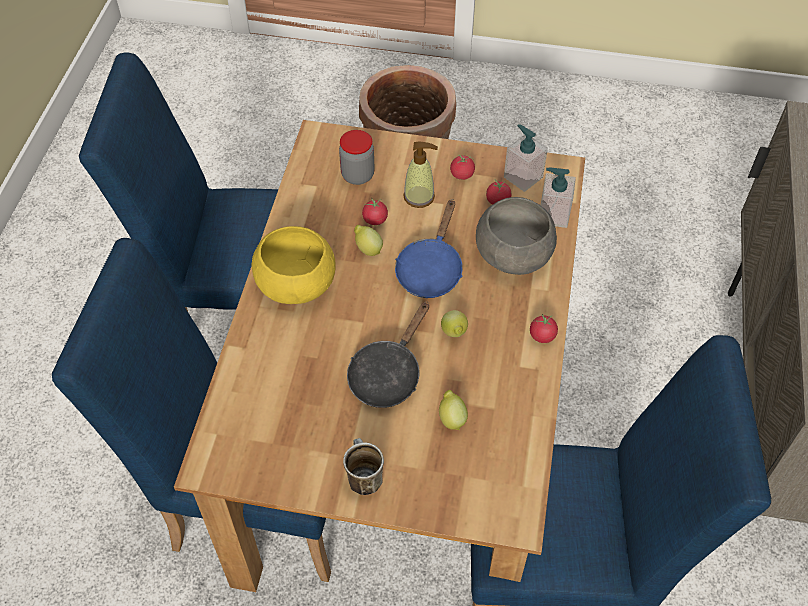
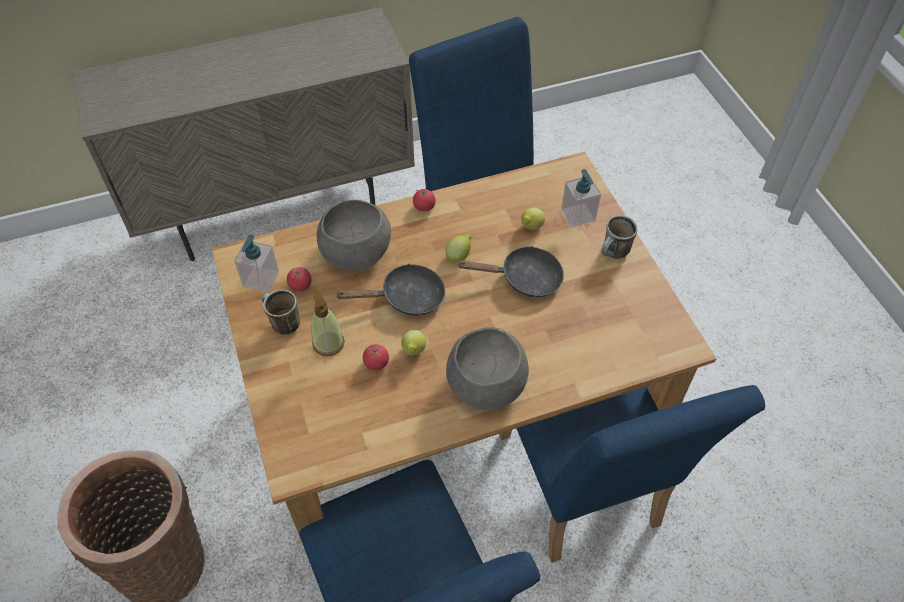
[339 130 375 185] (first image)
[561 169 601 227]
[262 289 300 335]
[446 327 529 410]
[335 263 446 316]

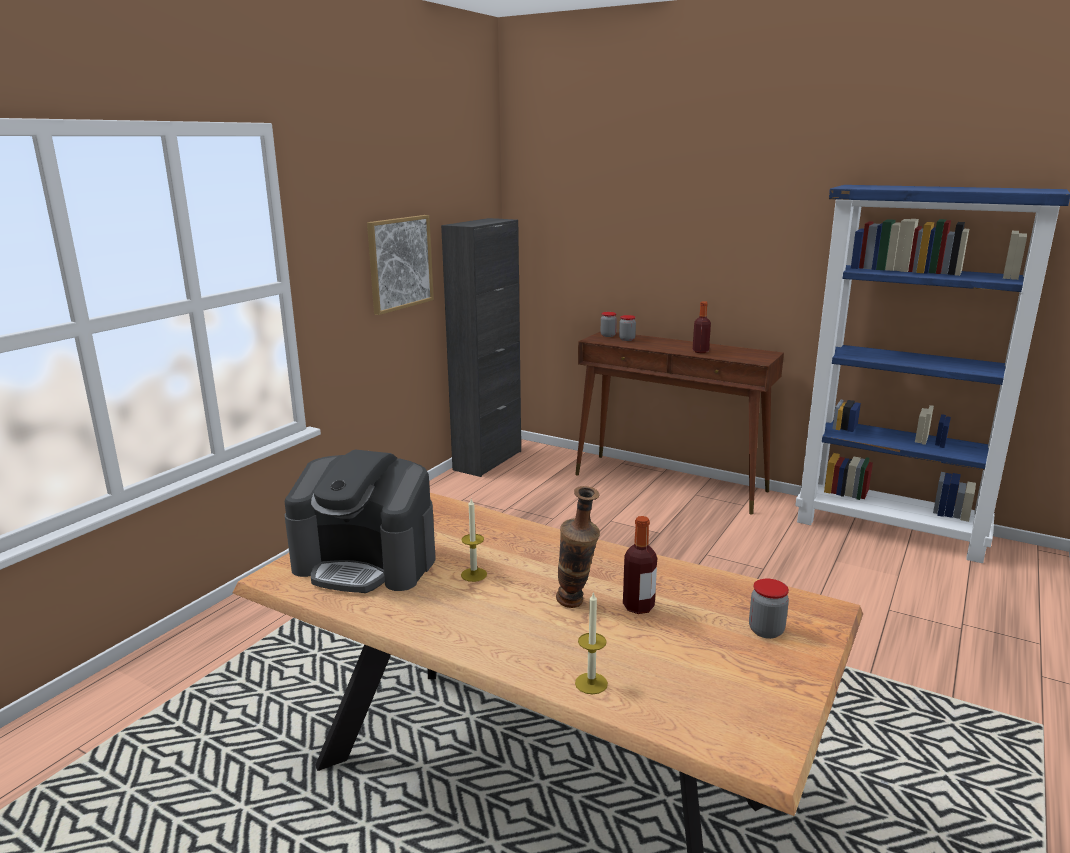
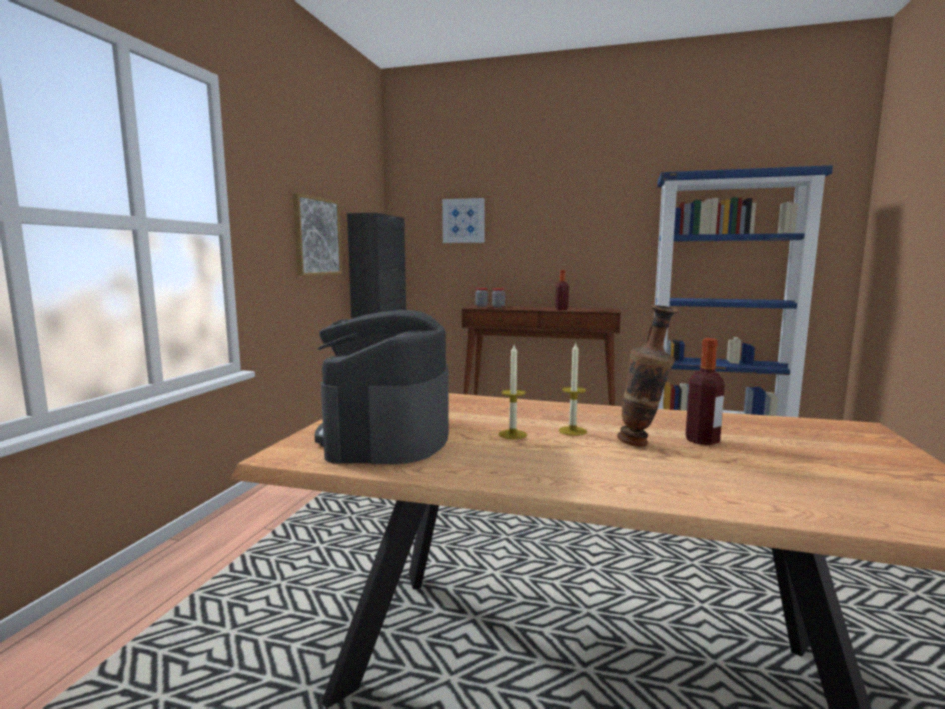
[749 579 789 639] (first image)
[442 198 485 243]
[559 343 587 436]
[315 310 449 464]

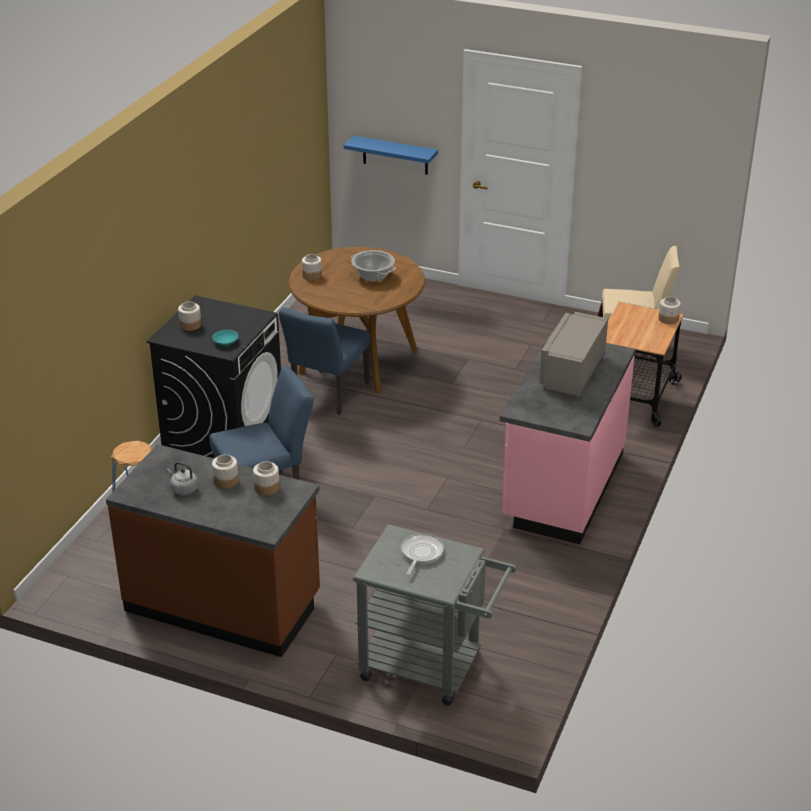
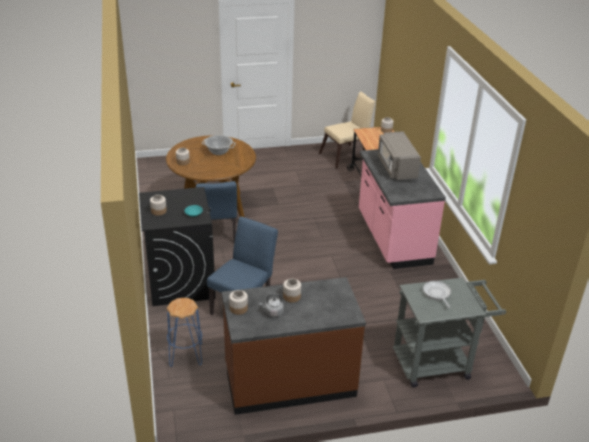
[344 136 438 175] (first image)
[229 290 248 315]

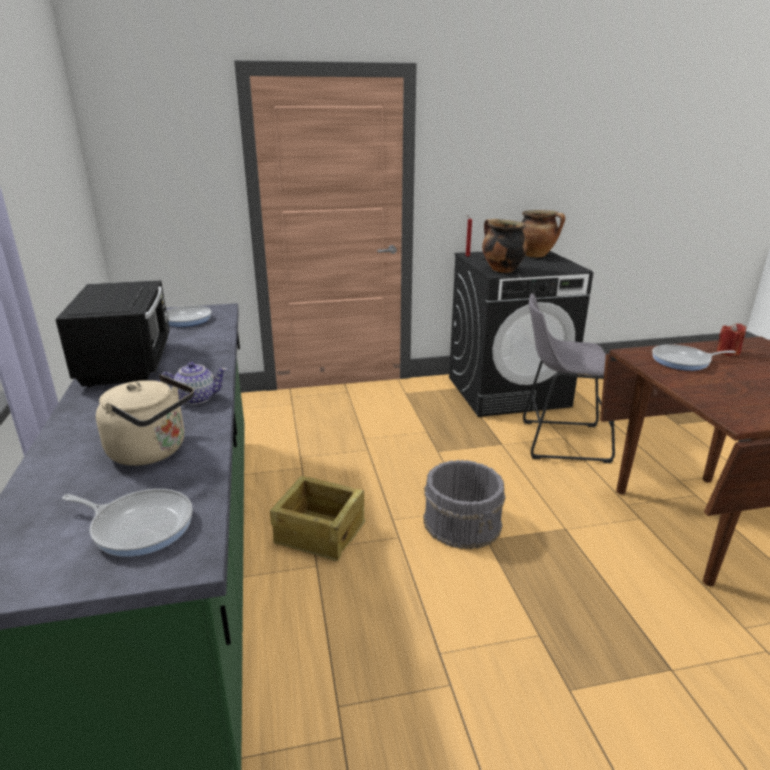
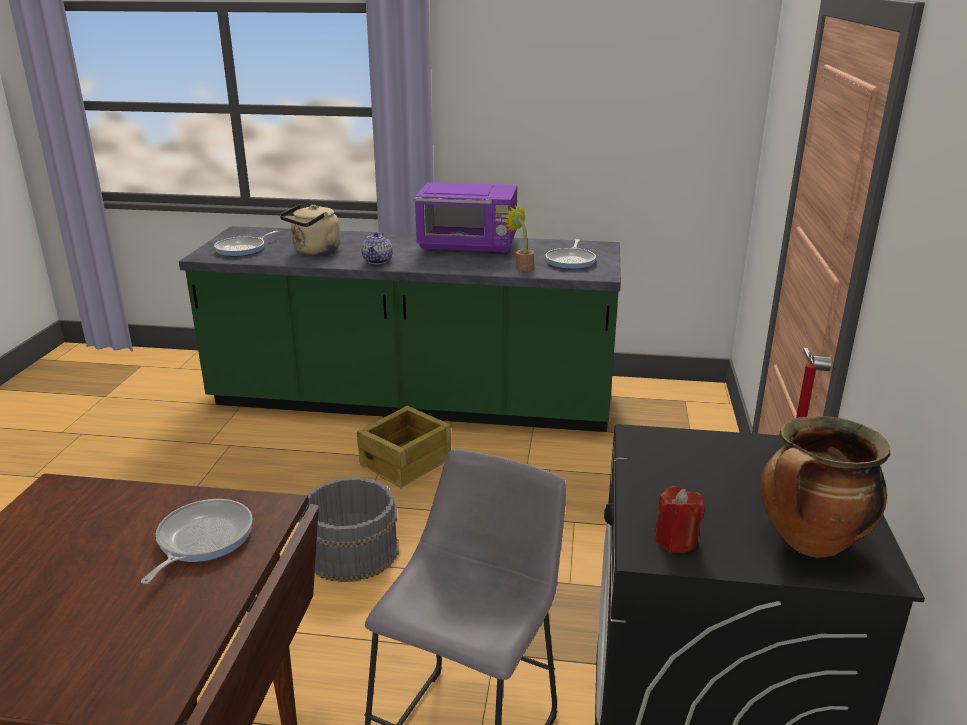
[482 219 527 273] (first image)
[503 205 534 271]
[655 486 705 553]
[414 182 517 253]

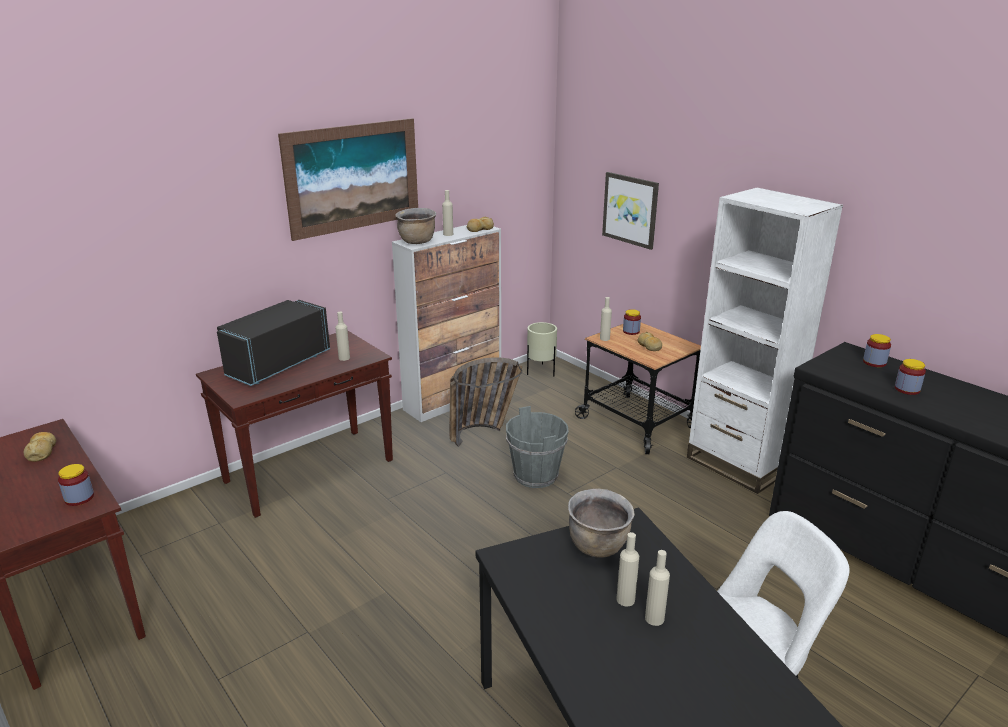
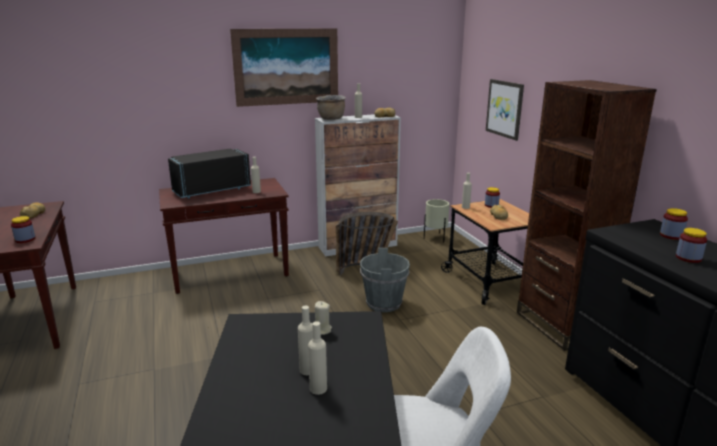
[315 301 332 335]
[517 80 657 351]

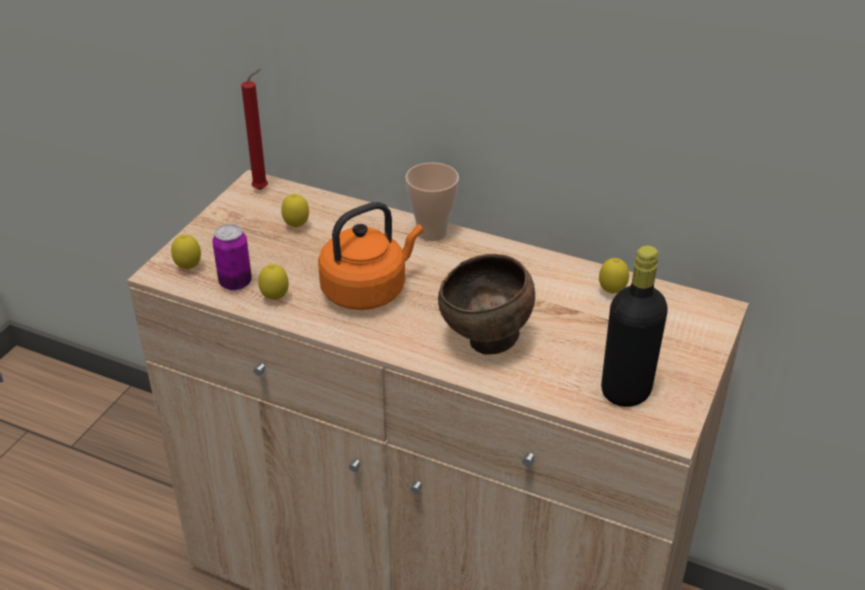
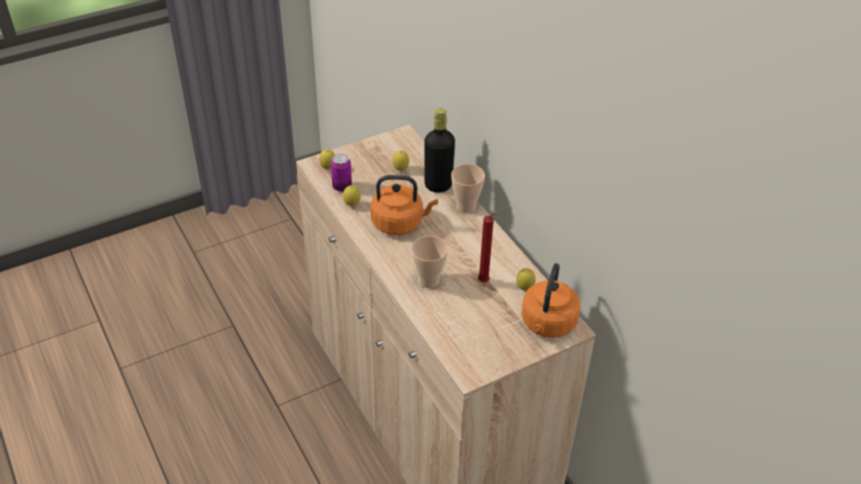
[521 263 580 338]
[478 212 500 282]
[424 109 455 193]
[411 236 448 288]

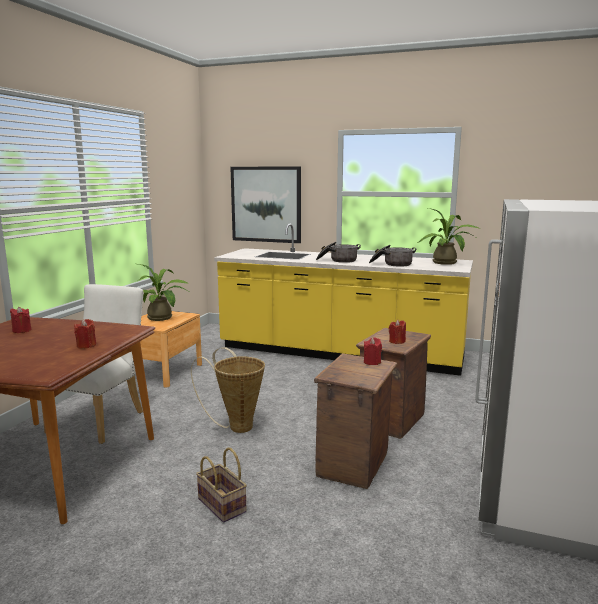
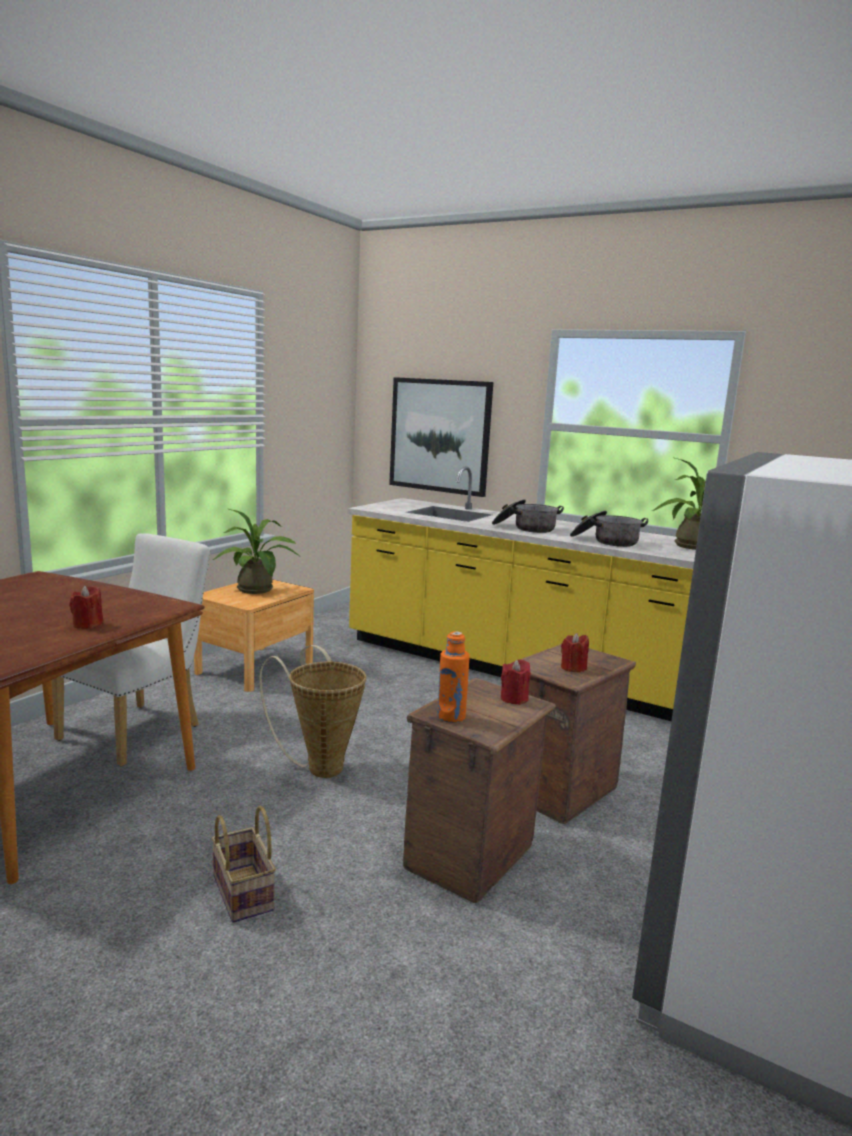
[10 307 31 333] (first image)
[437 631 470 723]

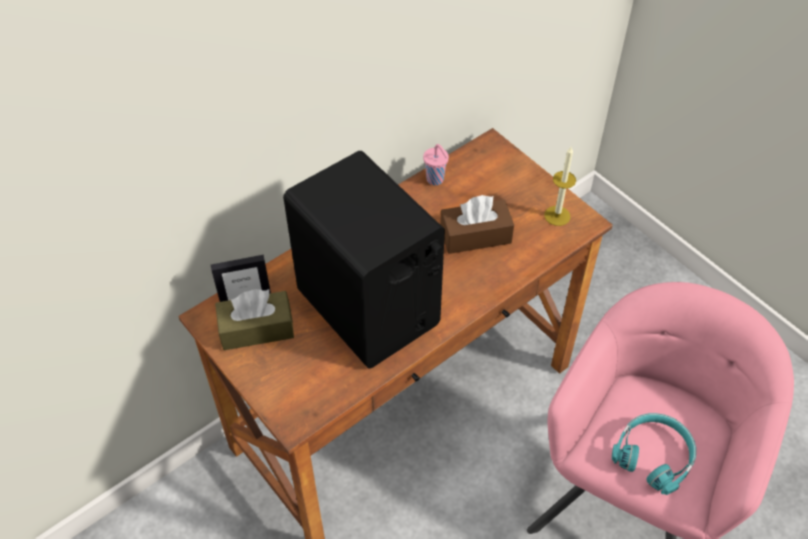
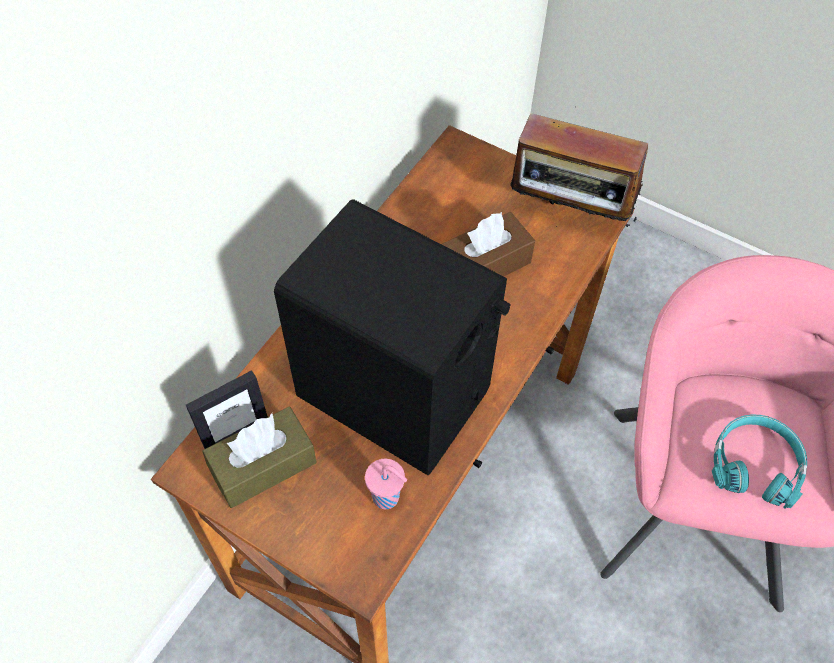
[365 459 407 509]
[510 113 648 227]

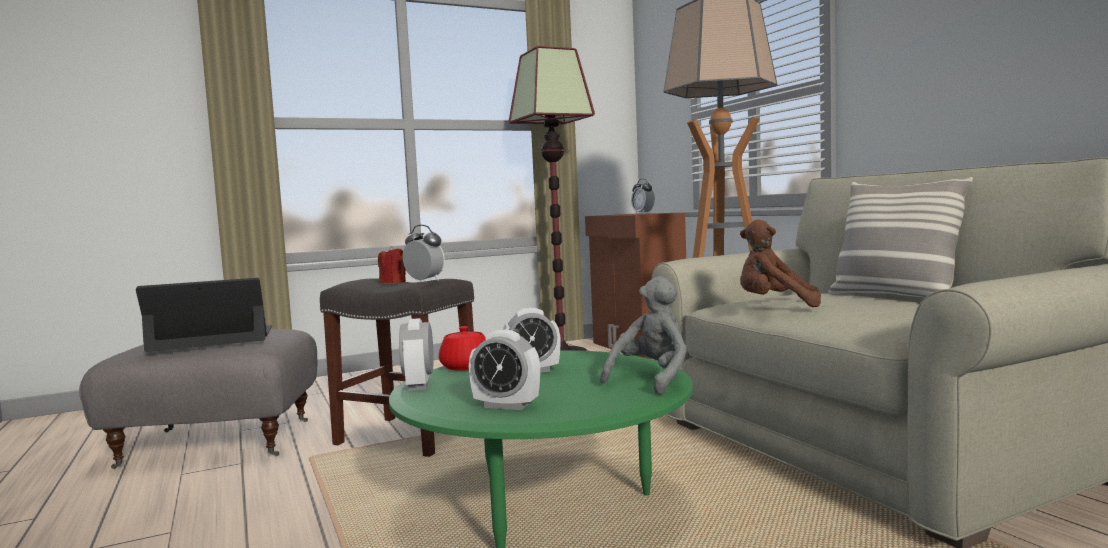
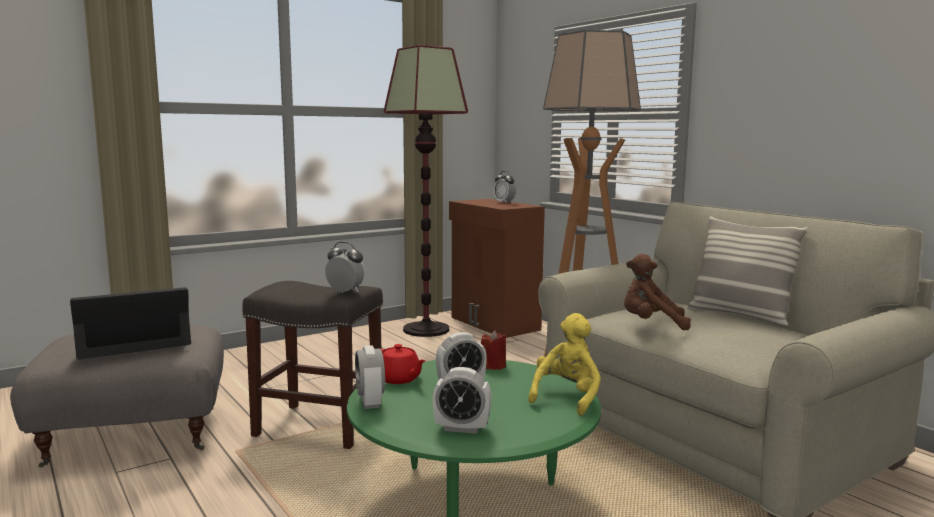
[481 330 506 370]
[528 313 601 416]

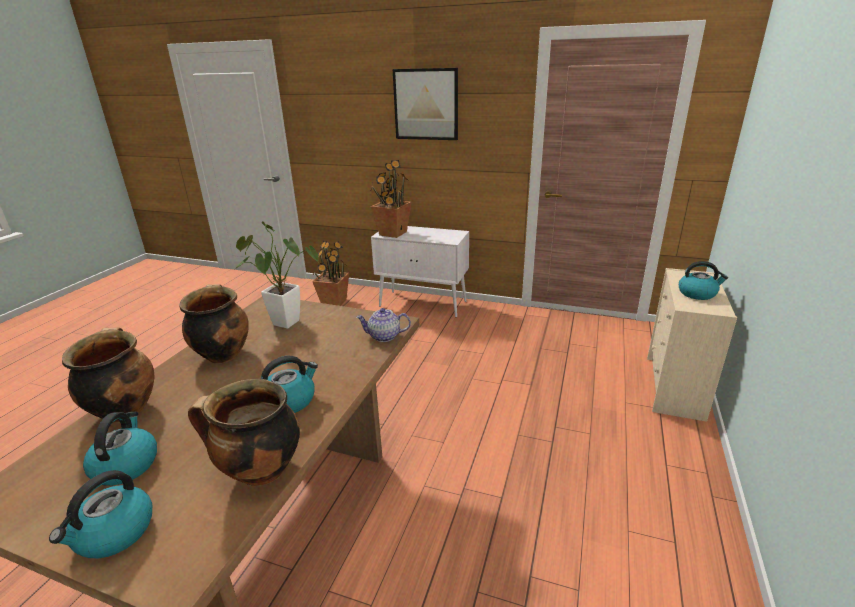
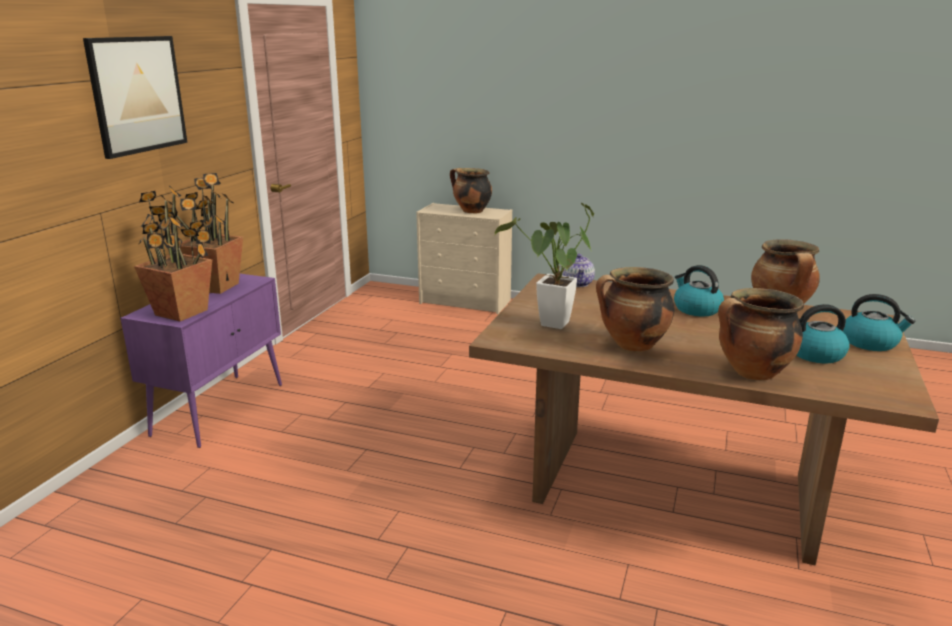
[176 173 243 294]
[450 168 492 213]
[121 274 282 448]

